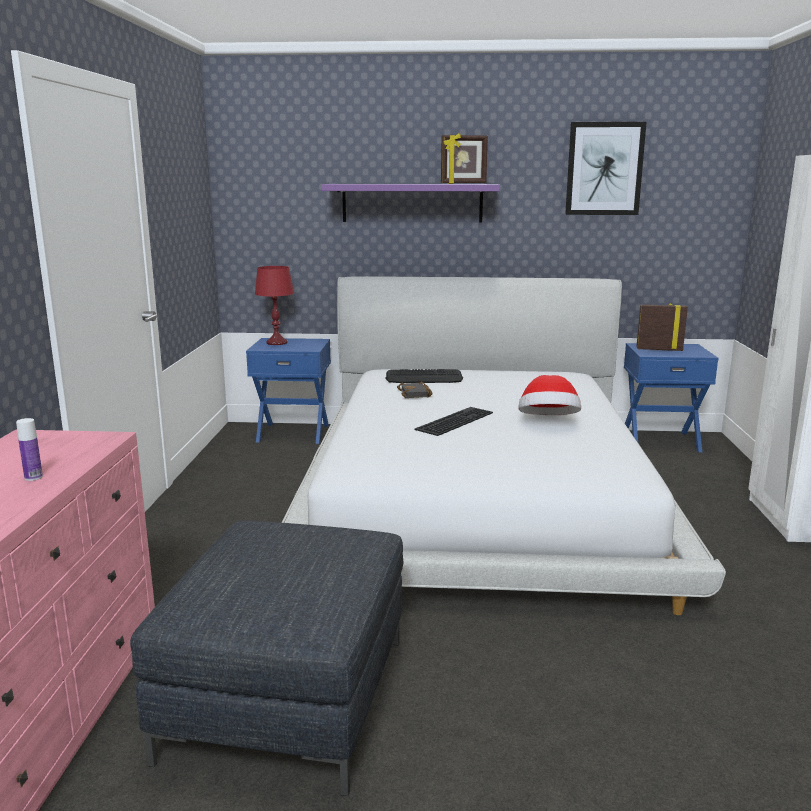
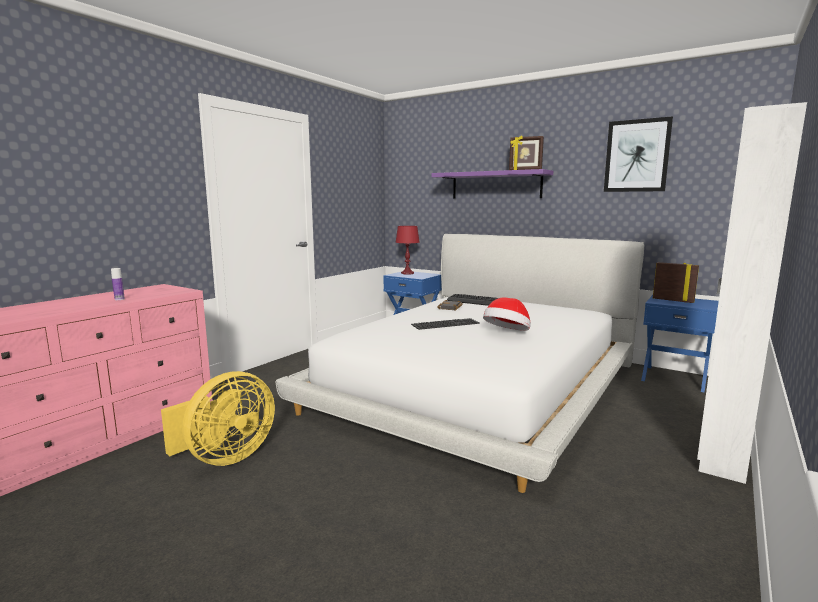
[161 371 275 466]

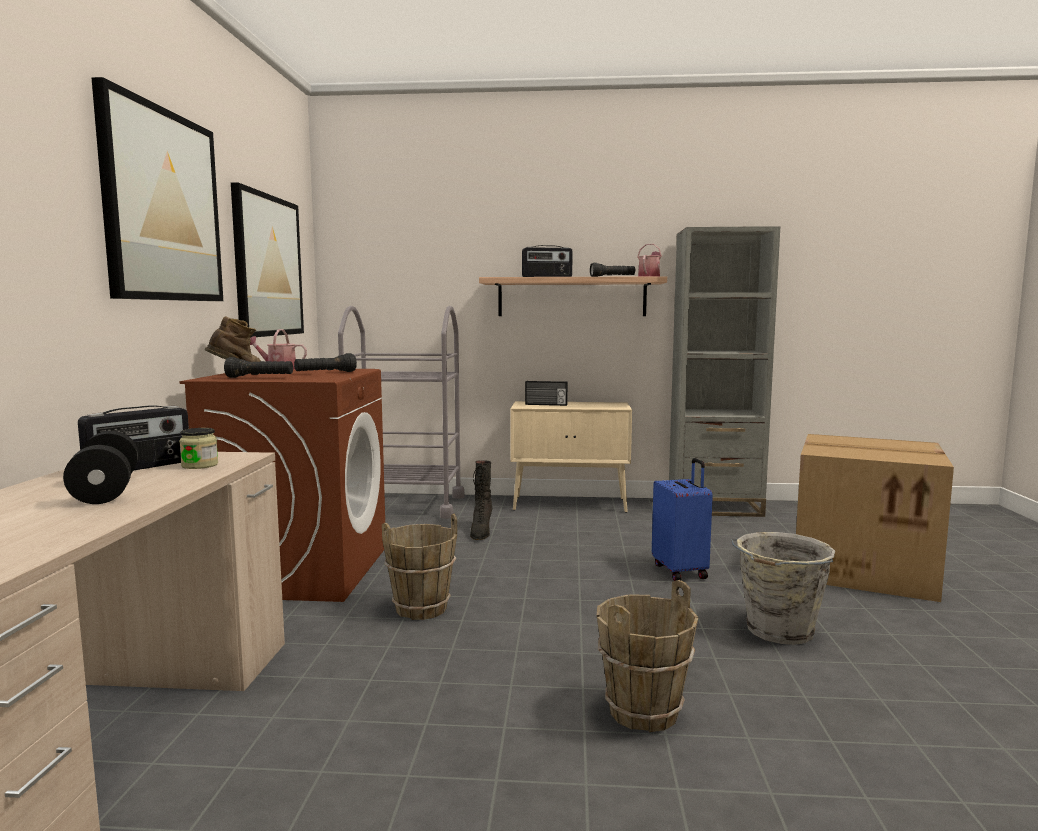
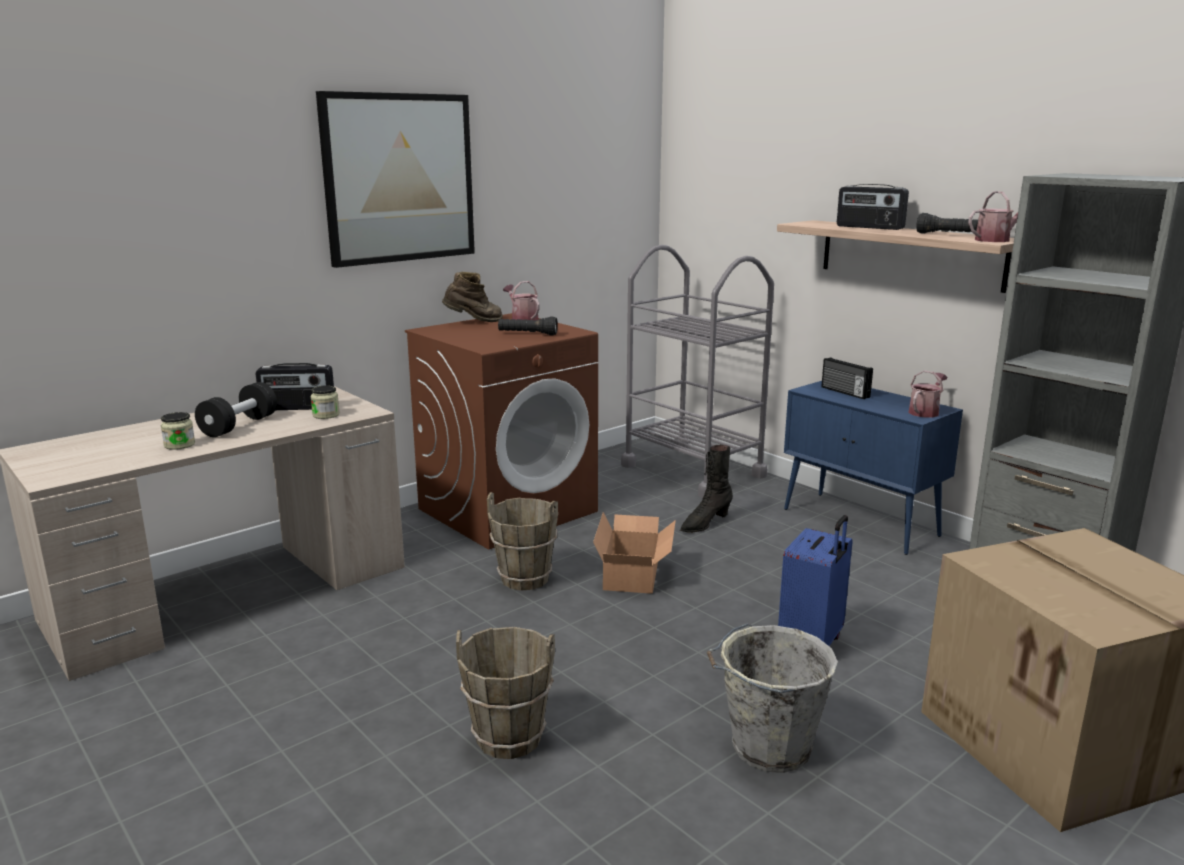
[224 357 293 378] (first image)
[231 183 304 338] (first image)
[160 412 195 450]
[593 512 676 594]
[908 370 948 418]
[784 381 963 555]

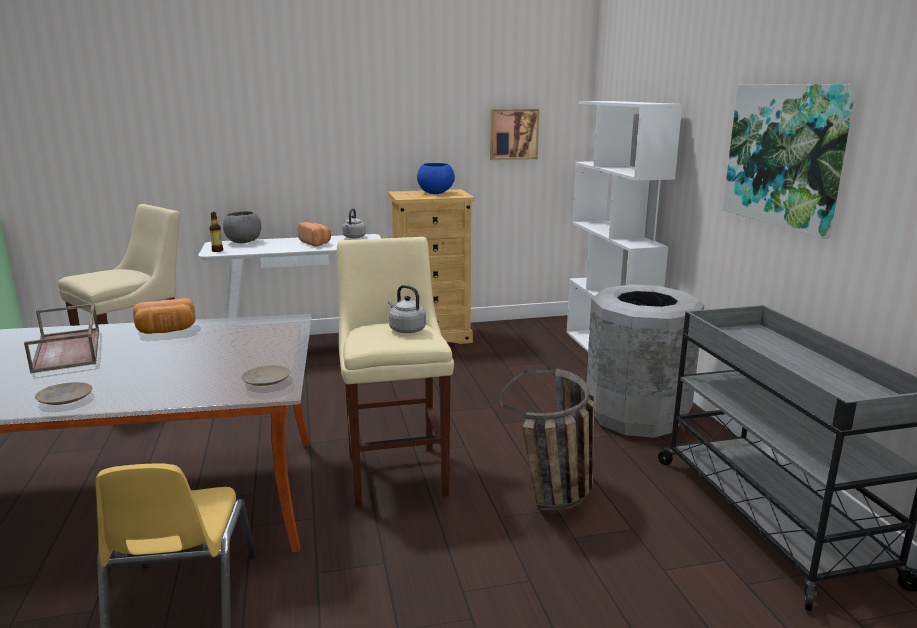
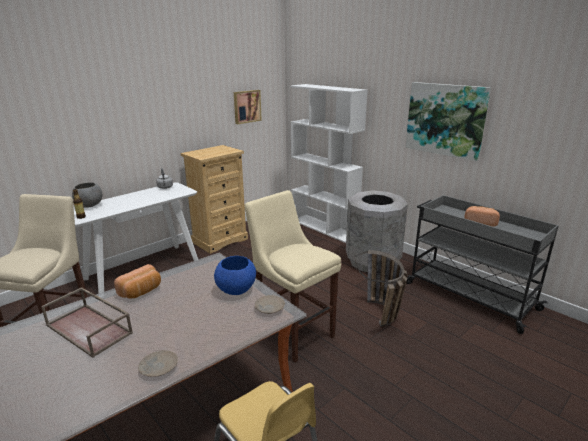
[388 285 426 333] (first image)
[464 206 500 227]
[214 256 256 295]

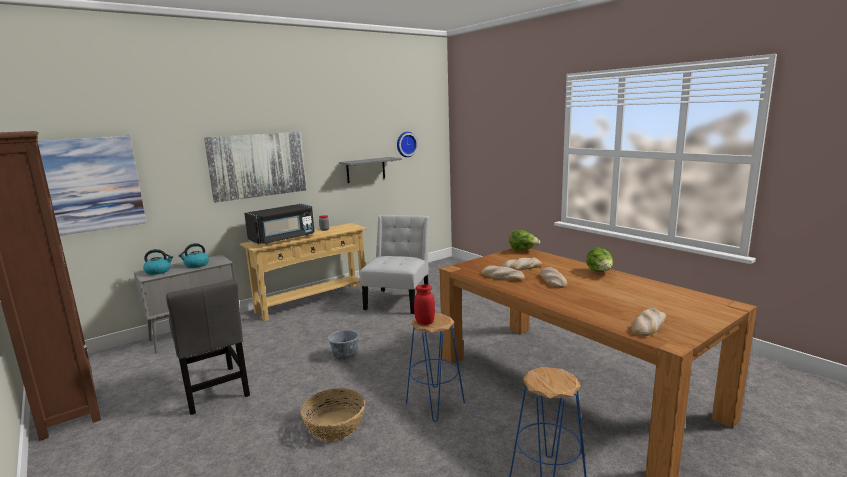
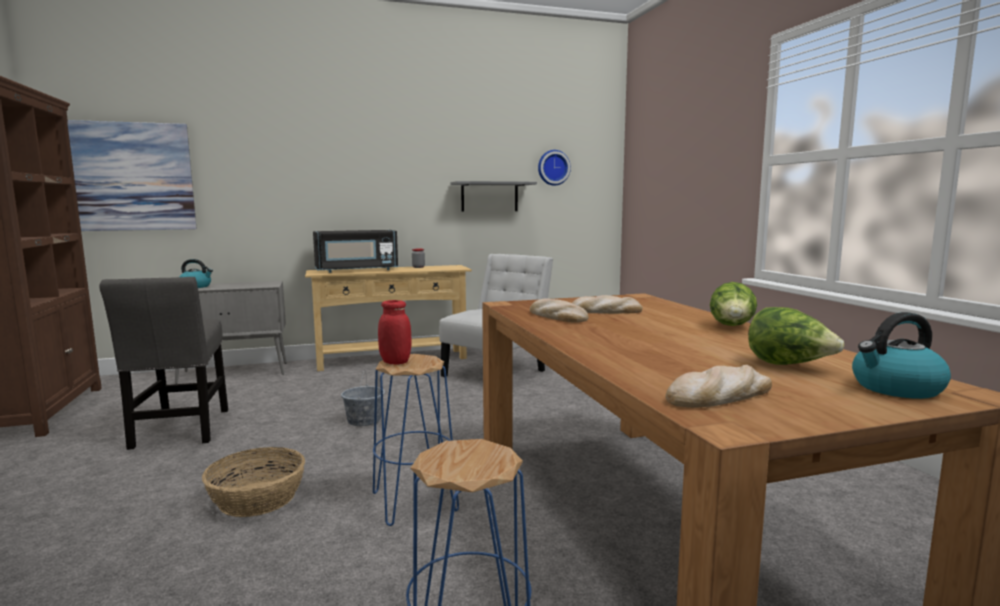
[204 132 306 203] (first image)
[540 267 568 288] (first image)
[852 312 951 399]
[748 307 844 365]

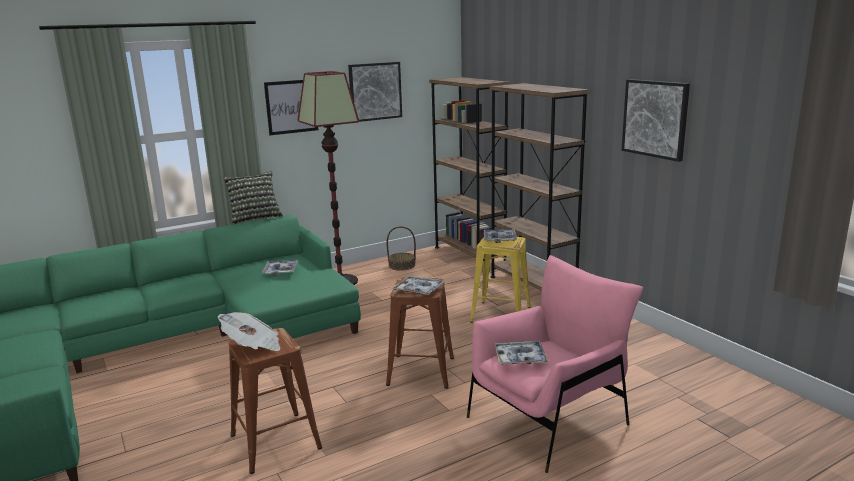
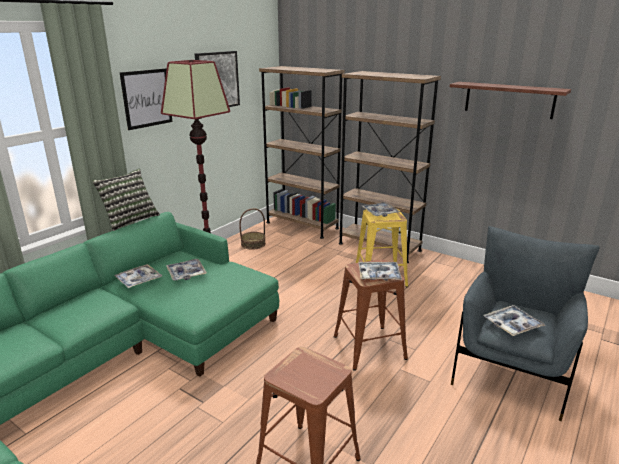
[218 312 280 351] (first image)
[114 264 162 288]
[450 82 571 119]
[451 226 600 421]

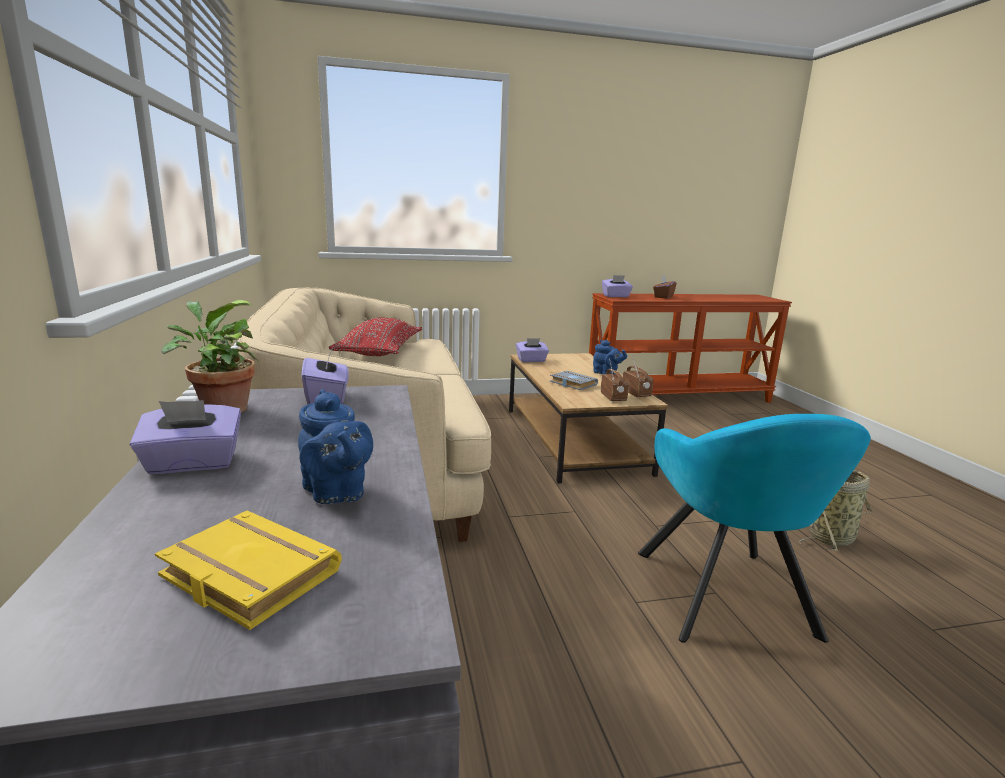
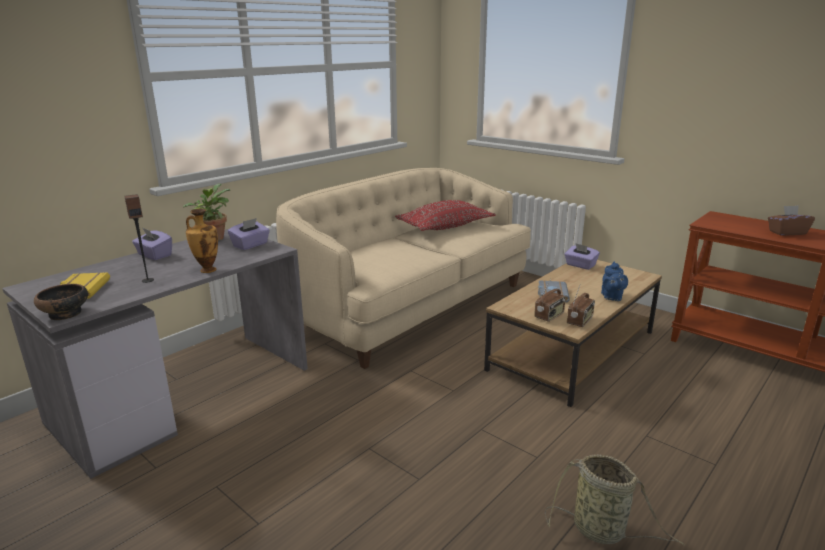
[602 275 633 297] (first image)
[638 414 871 643] (first image)
[34 284 88 320]
[186 208 218 273]
[124 194 154 283]

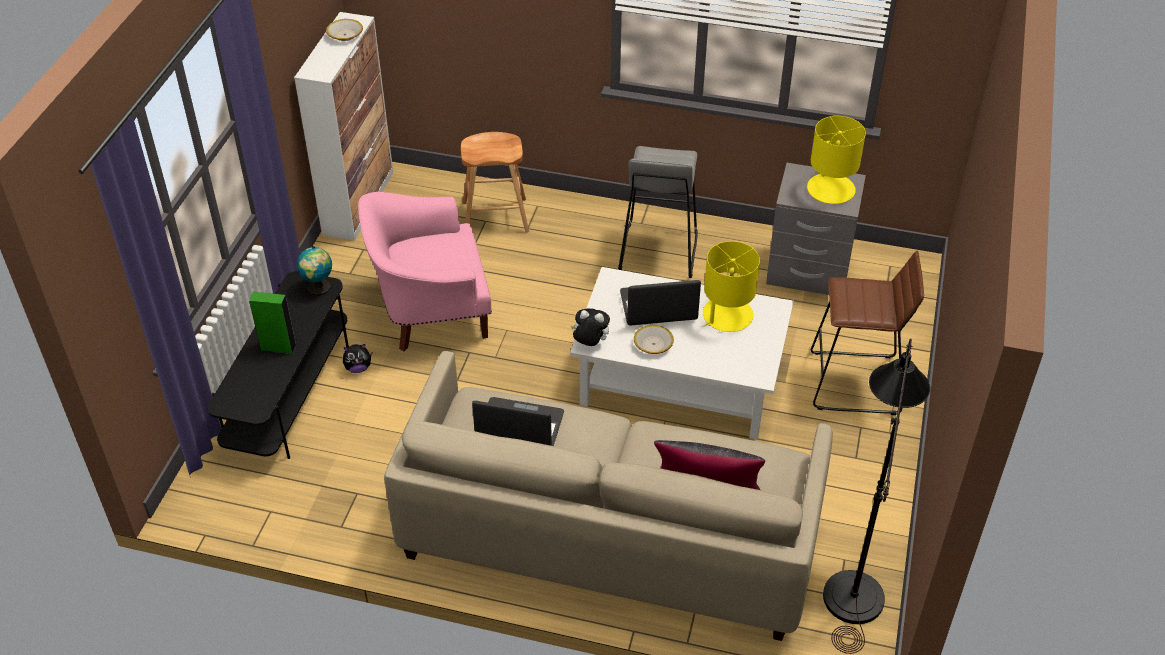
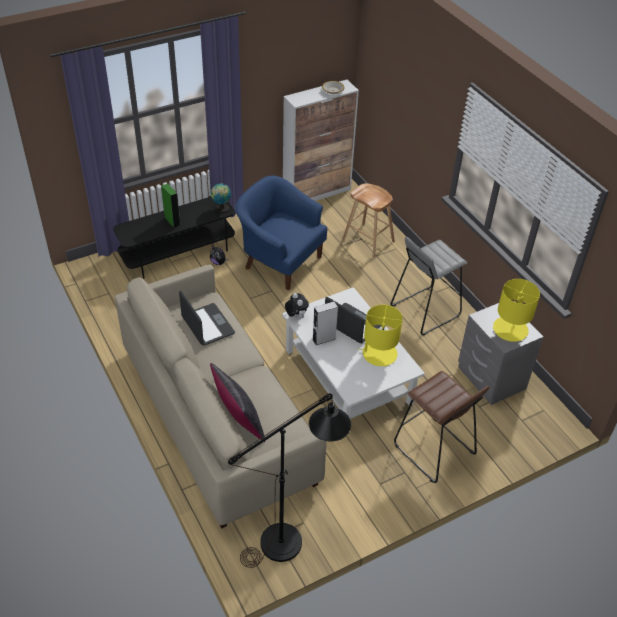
[312 301 338 345]
[235 176 327 290]

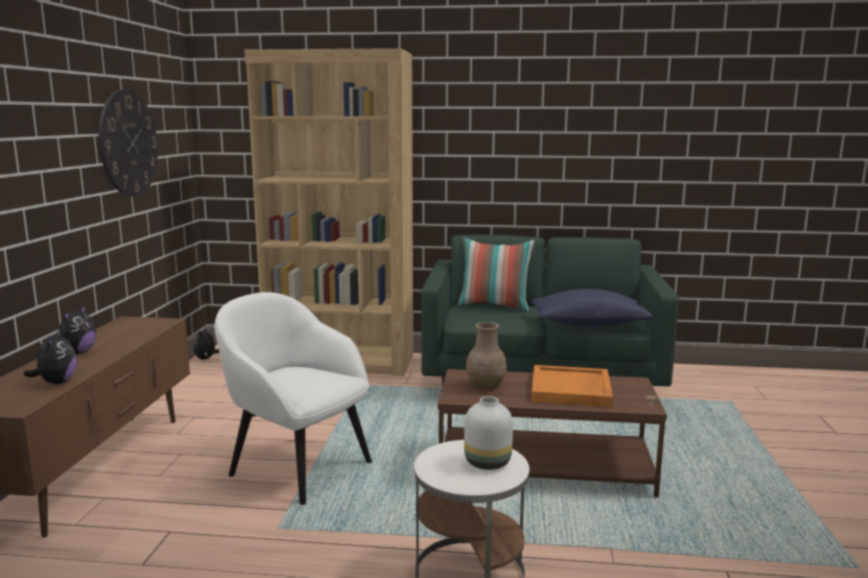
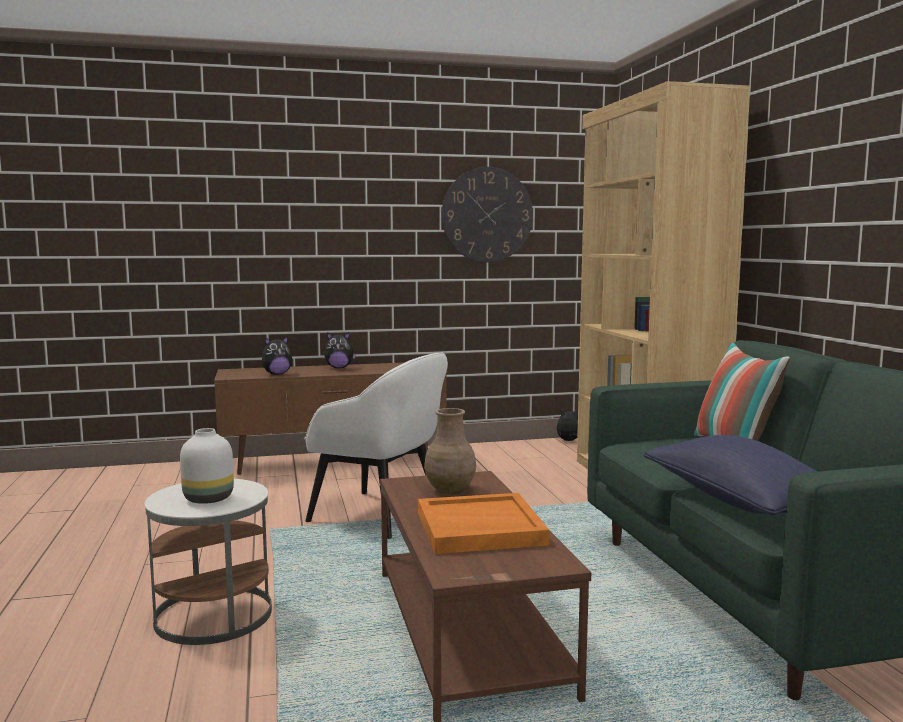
[304 353 448 539]

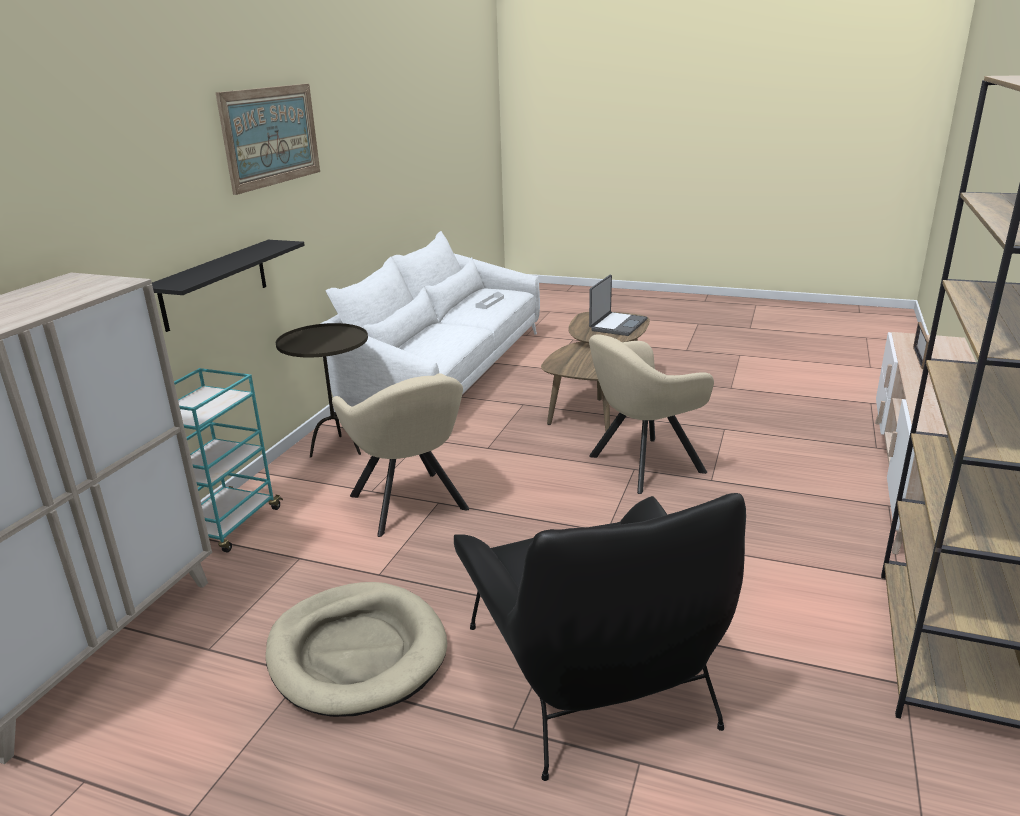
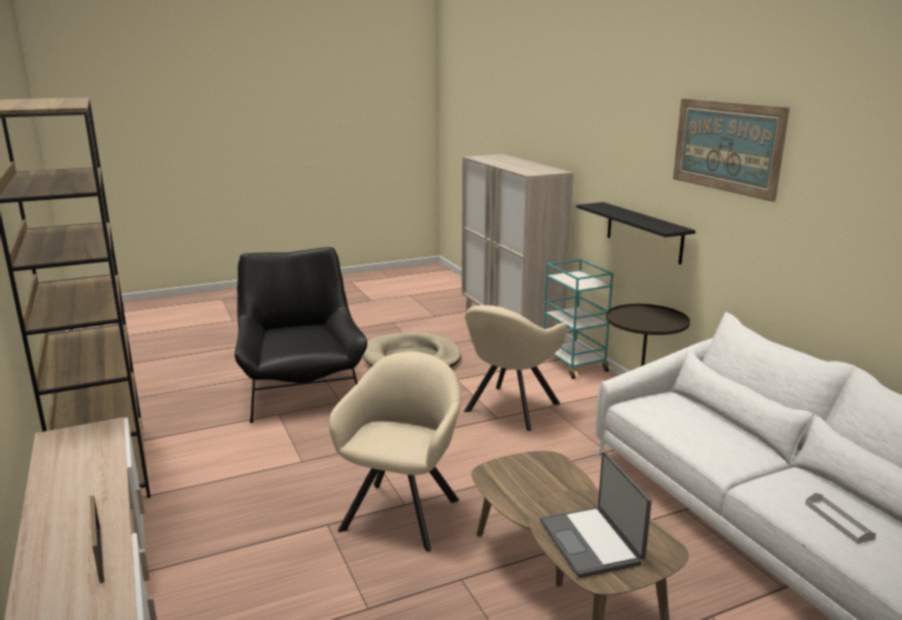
[464 305 567 431]
[235 247 367 423]

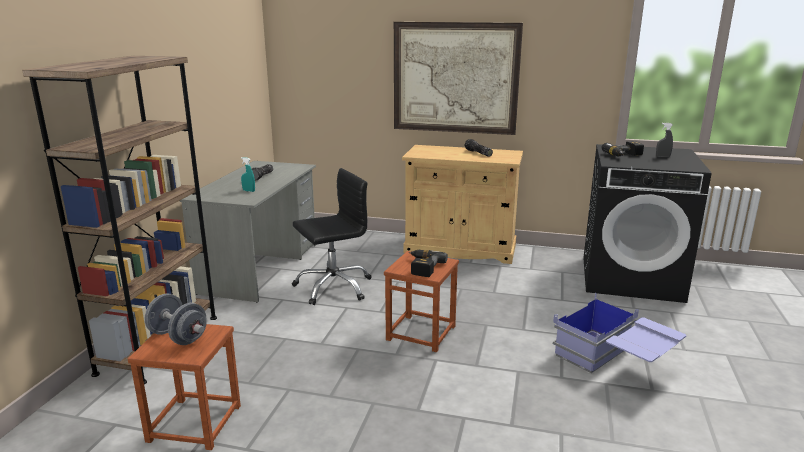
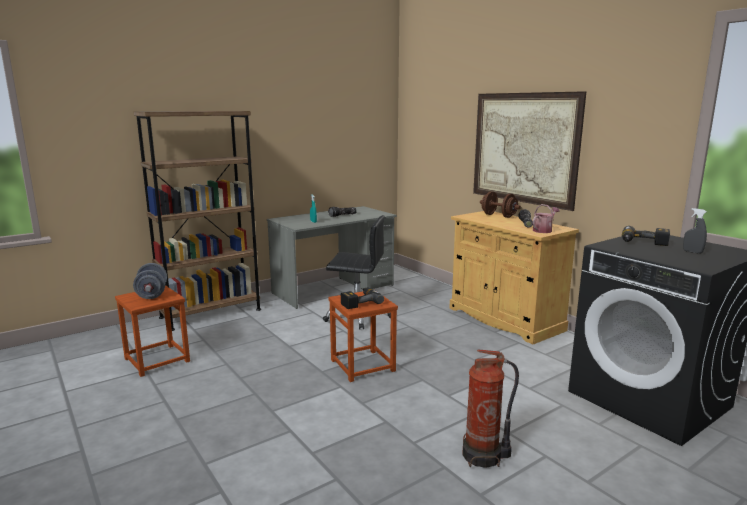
[480 191 521 218]
[533 204 560 233]
[462 349 519 468]

